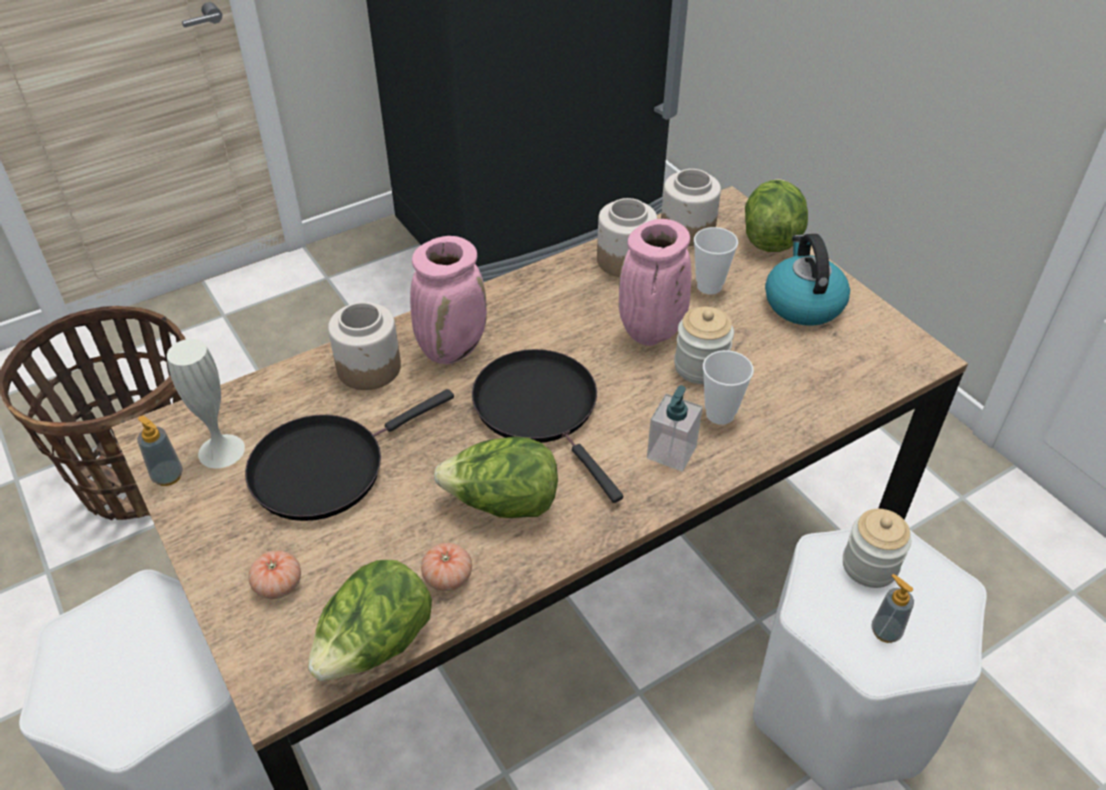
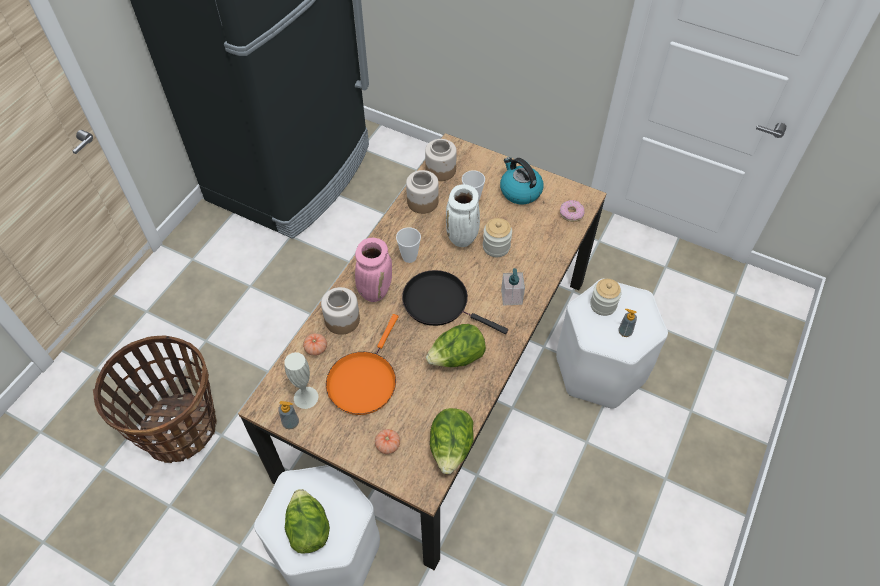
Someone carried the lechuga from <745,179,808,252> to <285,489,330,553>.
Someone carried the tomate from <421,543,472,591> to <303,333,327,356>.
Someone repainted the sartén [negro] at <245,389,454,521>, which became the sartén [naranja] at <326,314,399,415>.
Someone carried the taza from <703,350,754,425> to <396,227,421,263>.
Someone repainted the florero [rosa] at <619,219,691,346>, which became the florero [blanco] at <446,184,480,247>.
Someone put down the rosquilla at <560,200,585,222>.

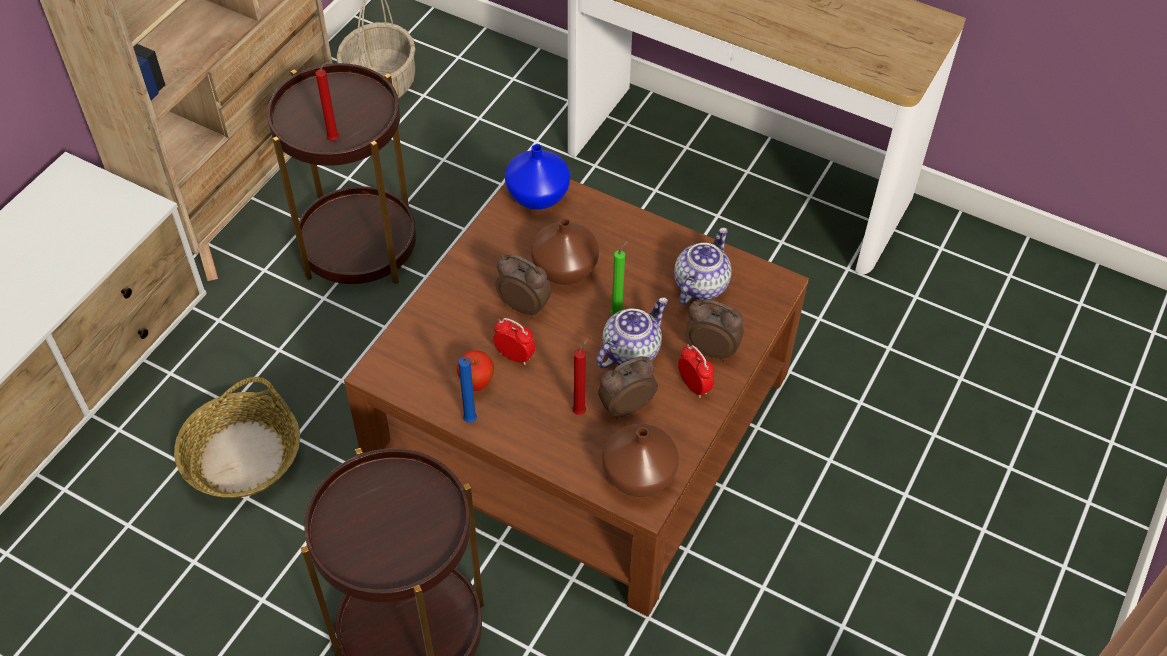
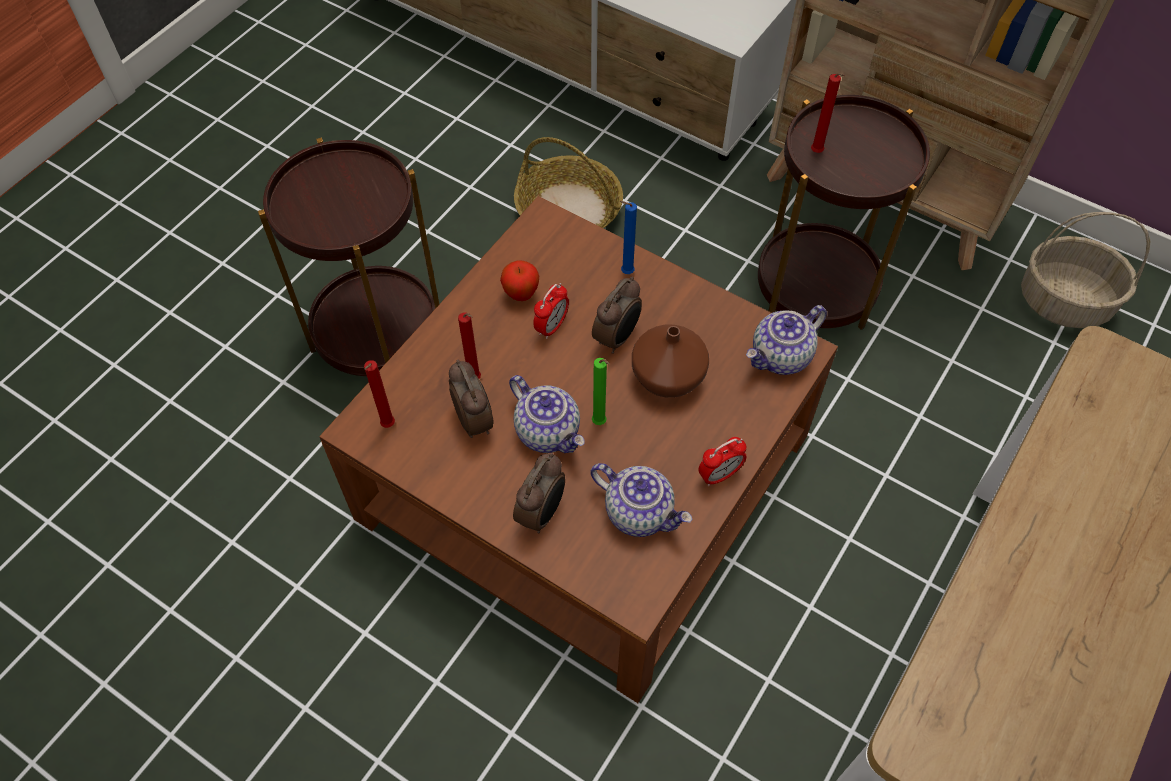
Someone swapped the florero [marrón] at <602,424,679,497> for the vela [rojo] at <364,360,395,428>.
Someone carried the vela [azul] from <458,357,477,423> to <620,201,637,274>.
Someone carried the despertador from <678,344,714,398> to <698,437,747,486>.
Someone swapped the florero [azul] at <505,144,570,210> for the tetera at <746,305,827,375>.

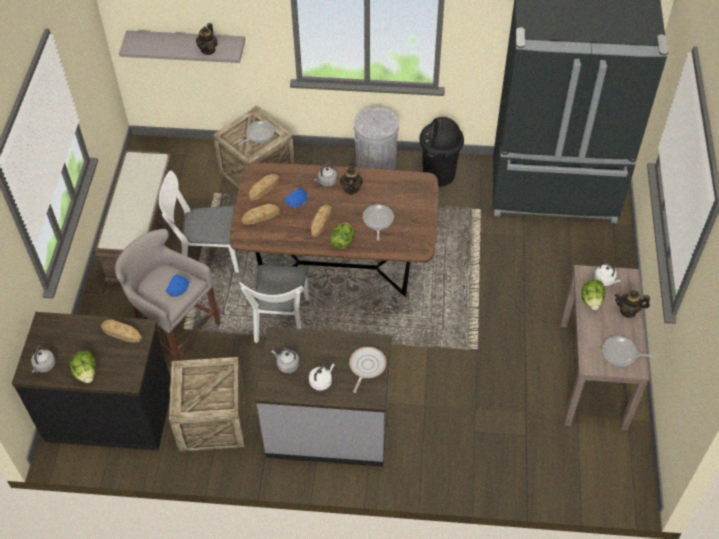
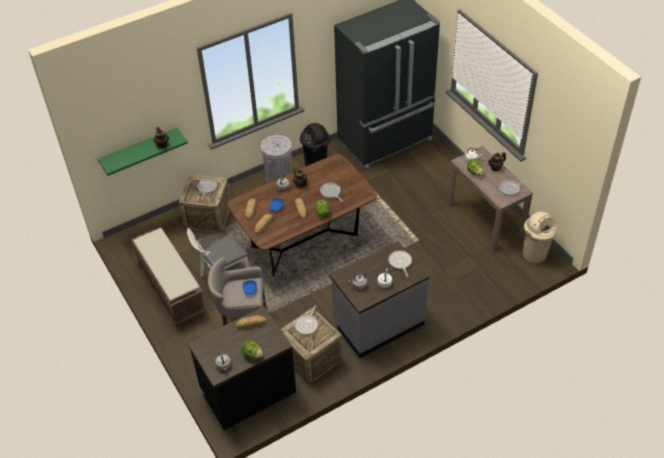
Someone repainted the estante [gris] at <119,30,245,63>, which became the estante [verde] at <98,128,188,176>.
Someone put down the sartén at <295,306,318,335>.
Someone put down the papelera [beis] at <522,212,557,263>.
Someone took away the silla [blanco] at <239,265,309,343>.

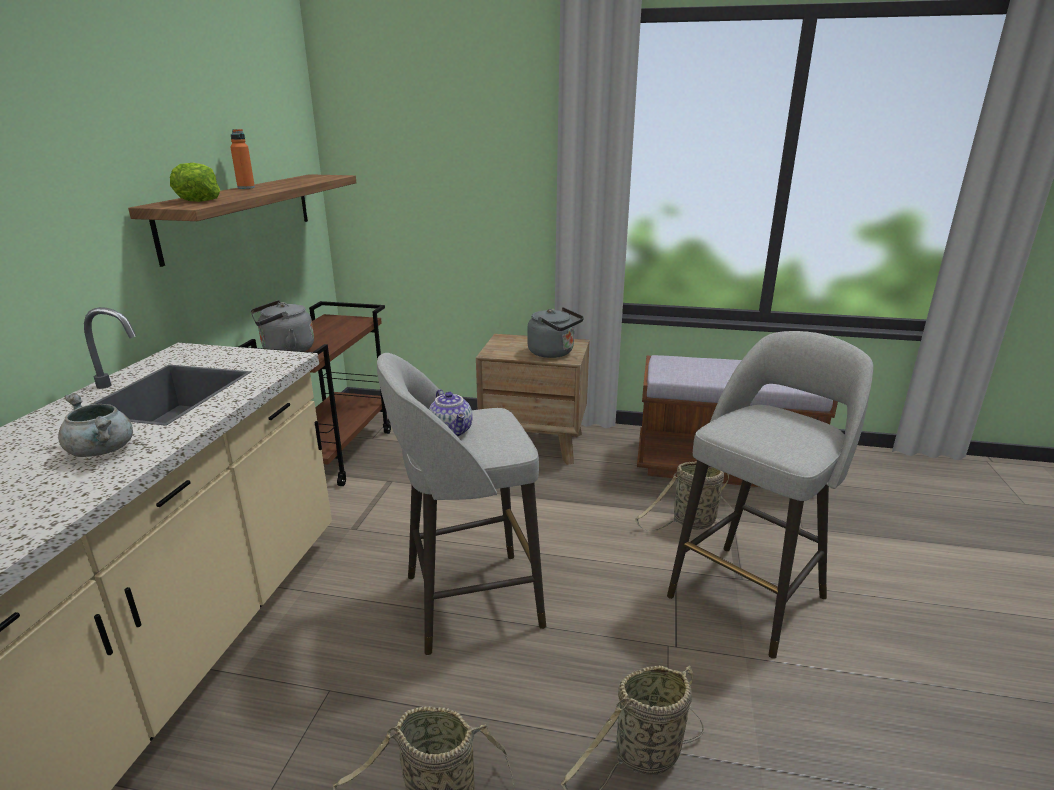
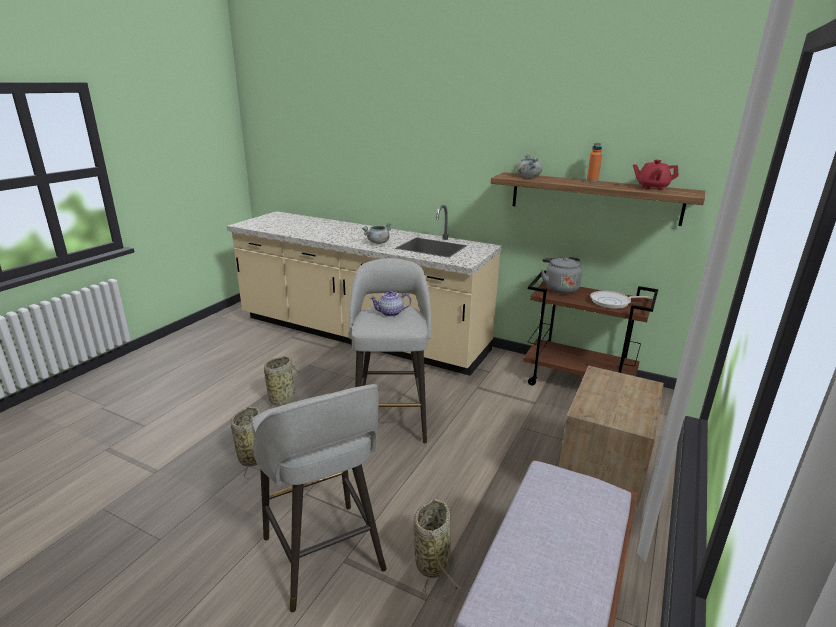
Someone swapped the lechuga at <170,163,220,202> for the olla [gris] at <517,154,542,178>.
Someone put down the sartén at <590,291,650,309>.
Someone put down the tetera [rojo] at <633,160,679,190>.
Someone took away the hervidor [gris] at <527,307,584,358>.

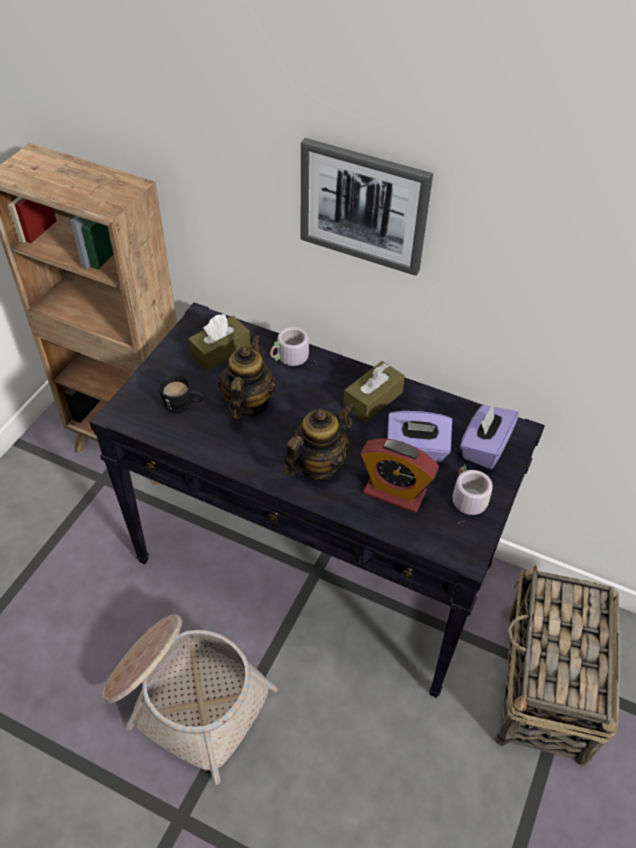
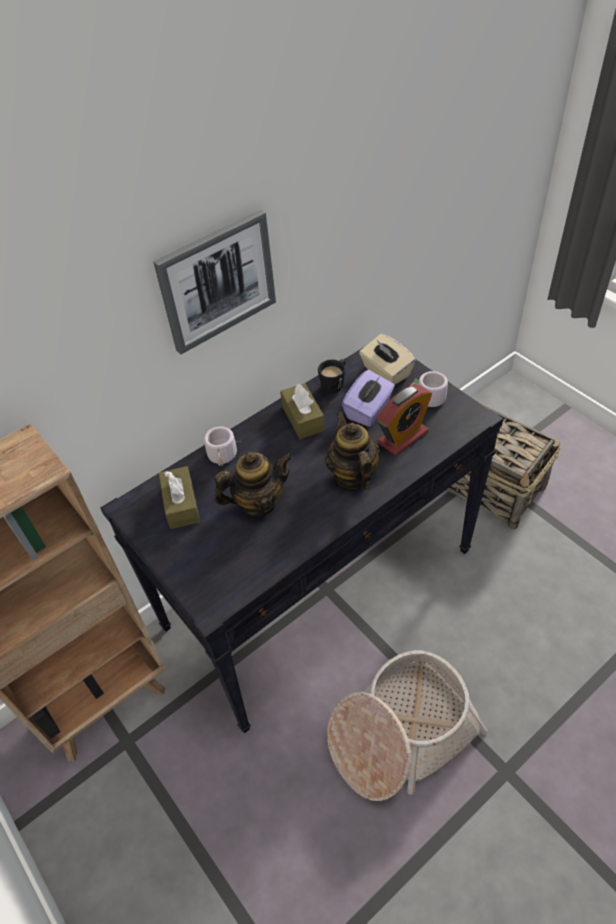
Someone rotated the tetera at <218,335,277,419> by 120 degrees clockwise.
Someone carried the taza grande [negro] from <158,374,204,414> to <318,359,345,394>.
Someone repainted the caja de pañuelos [morado] at <460,405,519,469>, which became the caja de pañuelos [beis] at <359,334,416,385>.

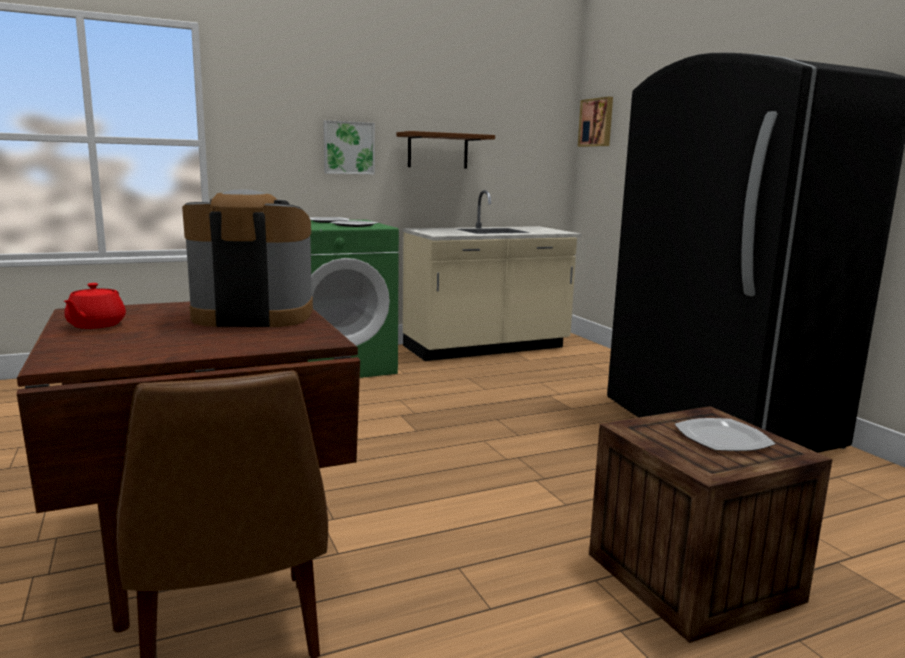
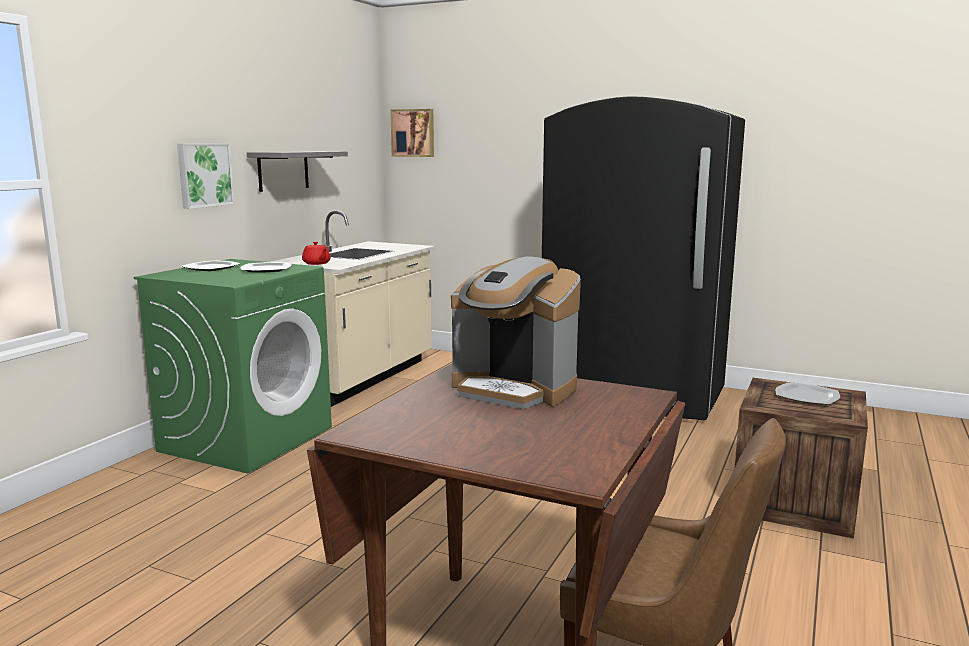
Someone repainted the estante [marrón] at <396,131,495,169>, which became the estante [gris] at <247,151,348,192>.
Someone carried the tetera [rojo] from <64,283,126,329> to <302,242,331,265>.
Someone rotated the cafetera at <182,189,313,327> by 105 degrees counterclockwise.

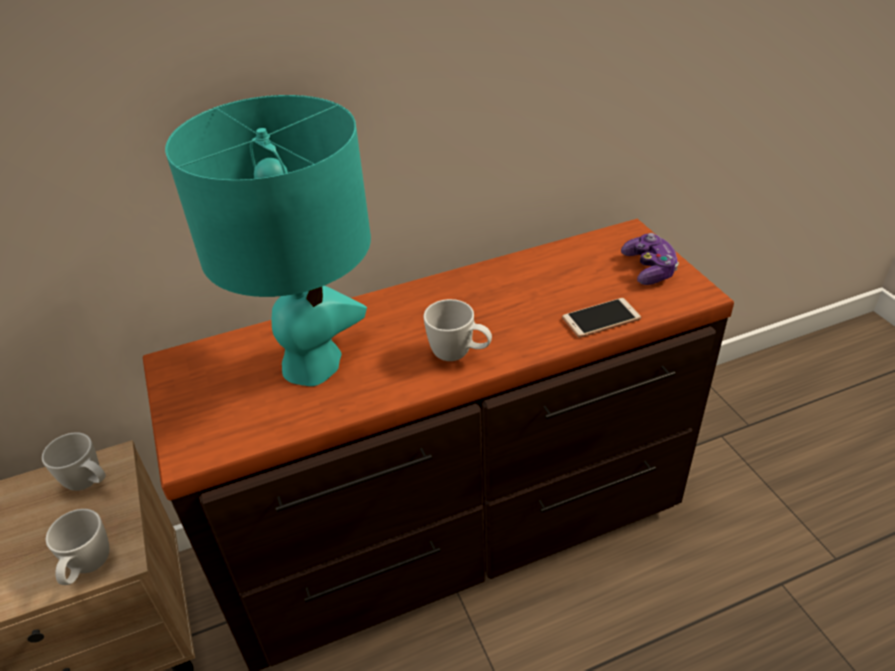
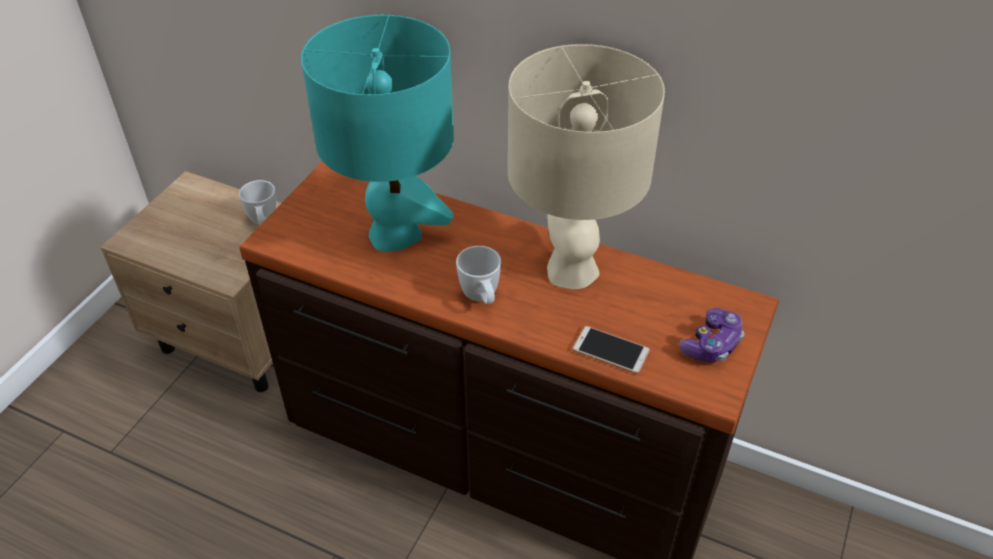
Someone put down the lámpara de mesa [beis] at <508,44,665,289>.
Someone took away the taza grande [blanco] at <46,509,109,585>.

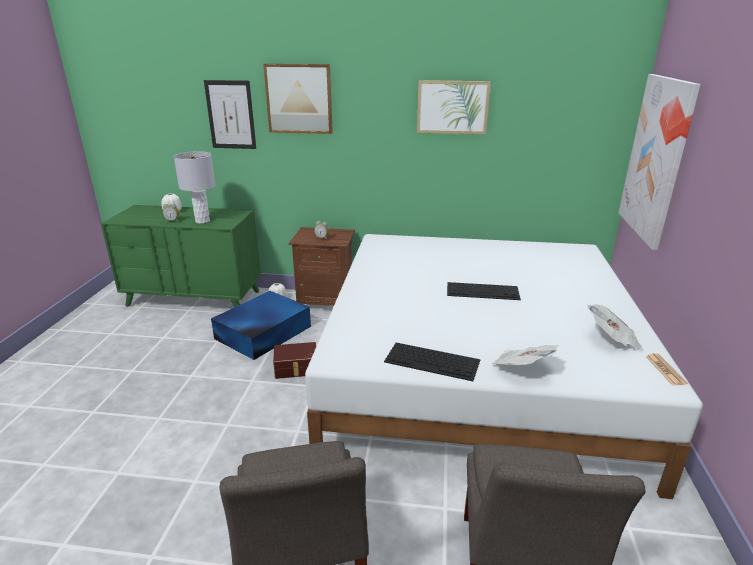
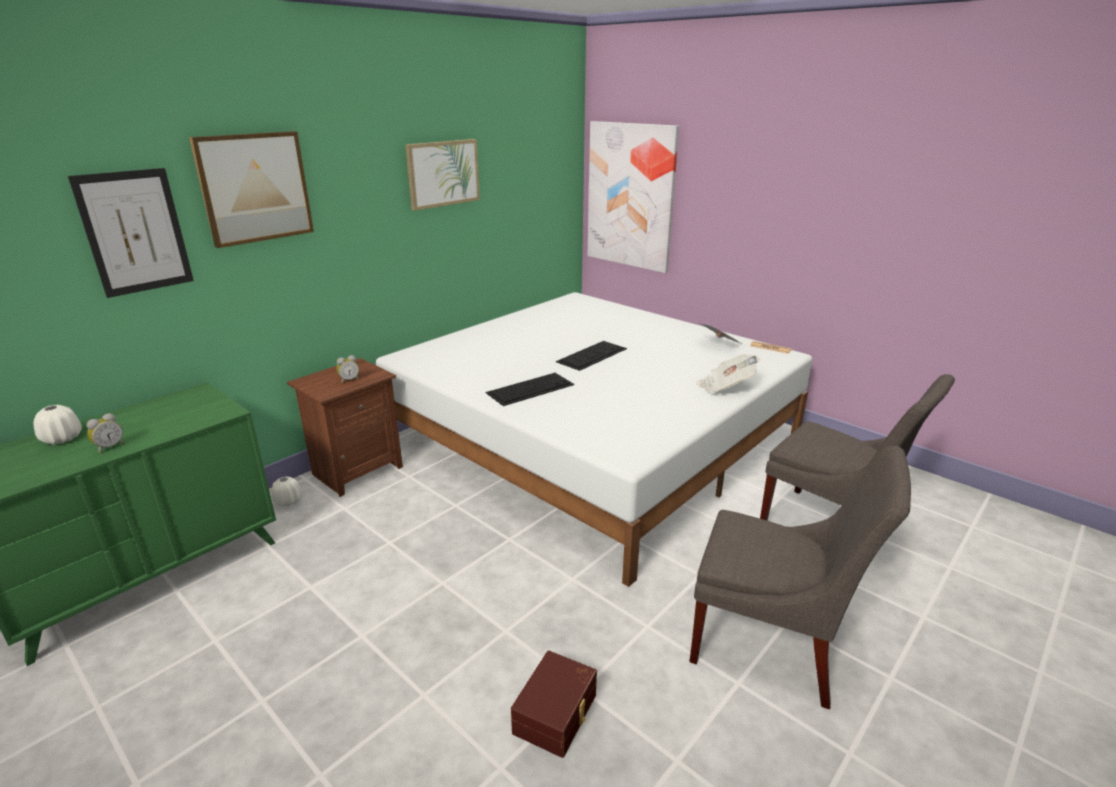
Someone carried the teclado from <384,343,480,381> to <486,373,574,406>.
Someone carried the caja de almacenaje [marrón] from <273,342,316,379> to <511,651,597,758>.
Someone took away the lámpara de mesa [gris] at <174,151,215,224>.
Someone took away the caja de almacenaje [azul] at <211,291,311,360>.

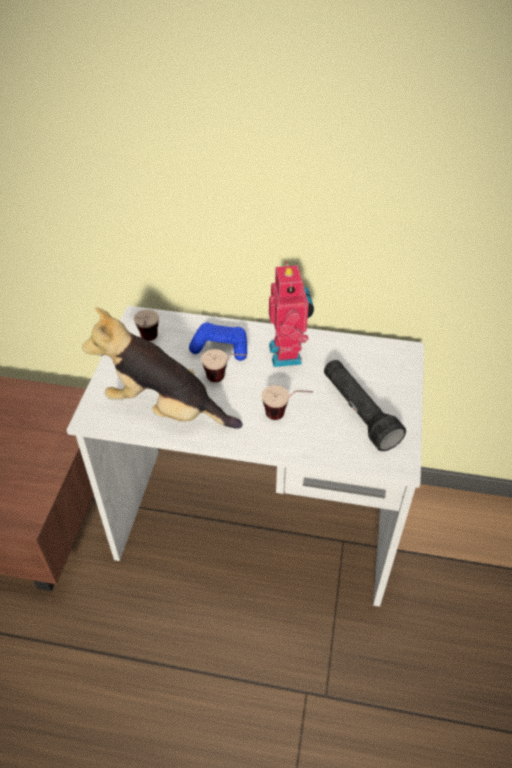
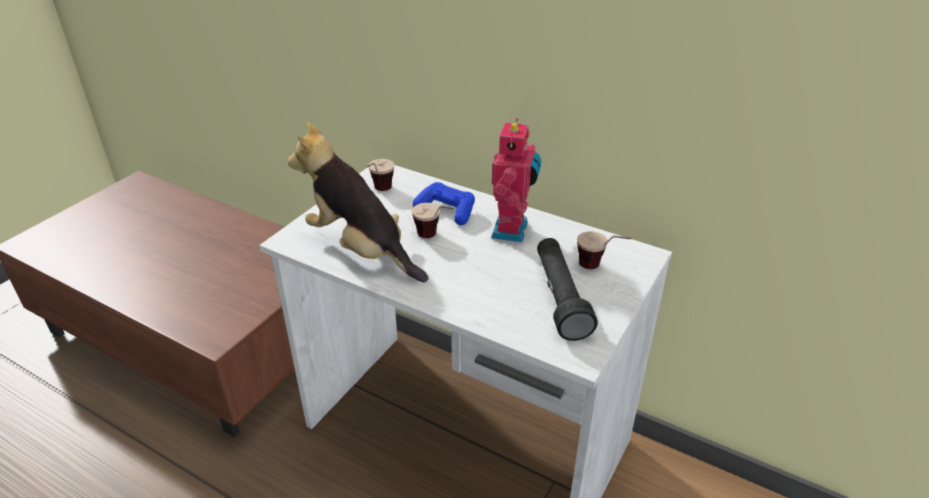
Someone carried the taza from <262,385,313,420> to <577,231,631,269>.

